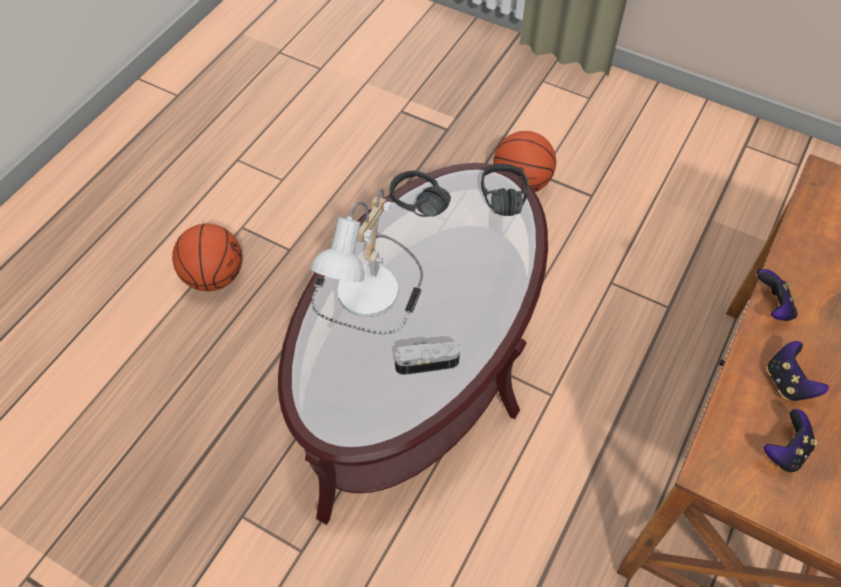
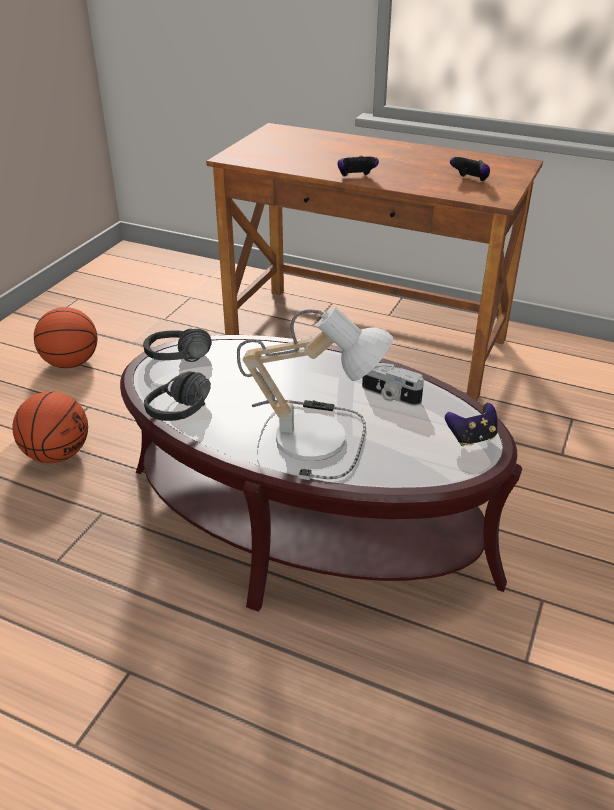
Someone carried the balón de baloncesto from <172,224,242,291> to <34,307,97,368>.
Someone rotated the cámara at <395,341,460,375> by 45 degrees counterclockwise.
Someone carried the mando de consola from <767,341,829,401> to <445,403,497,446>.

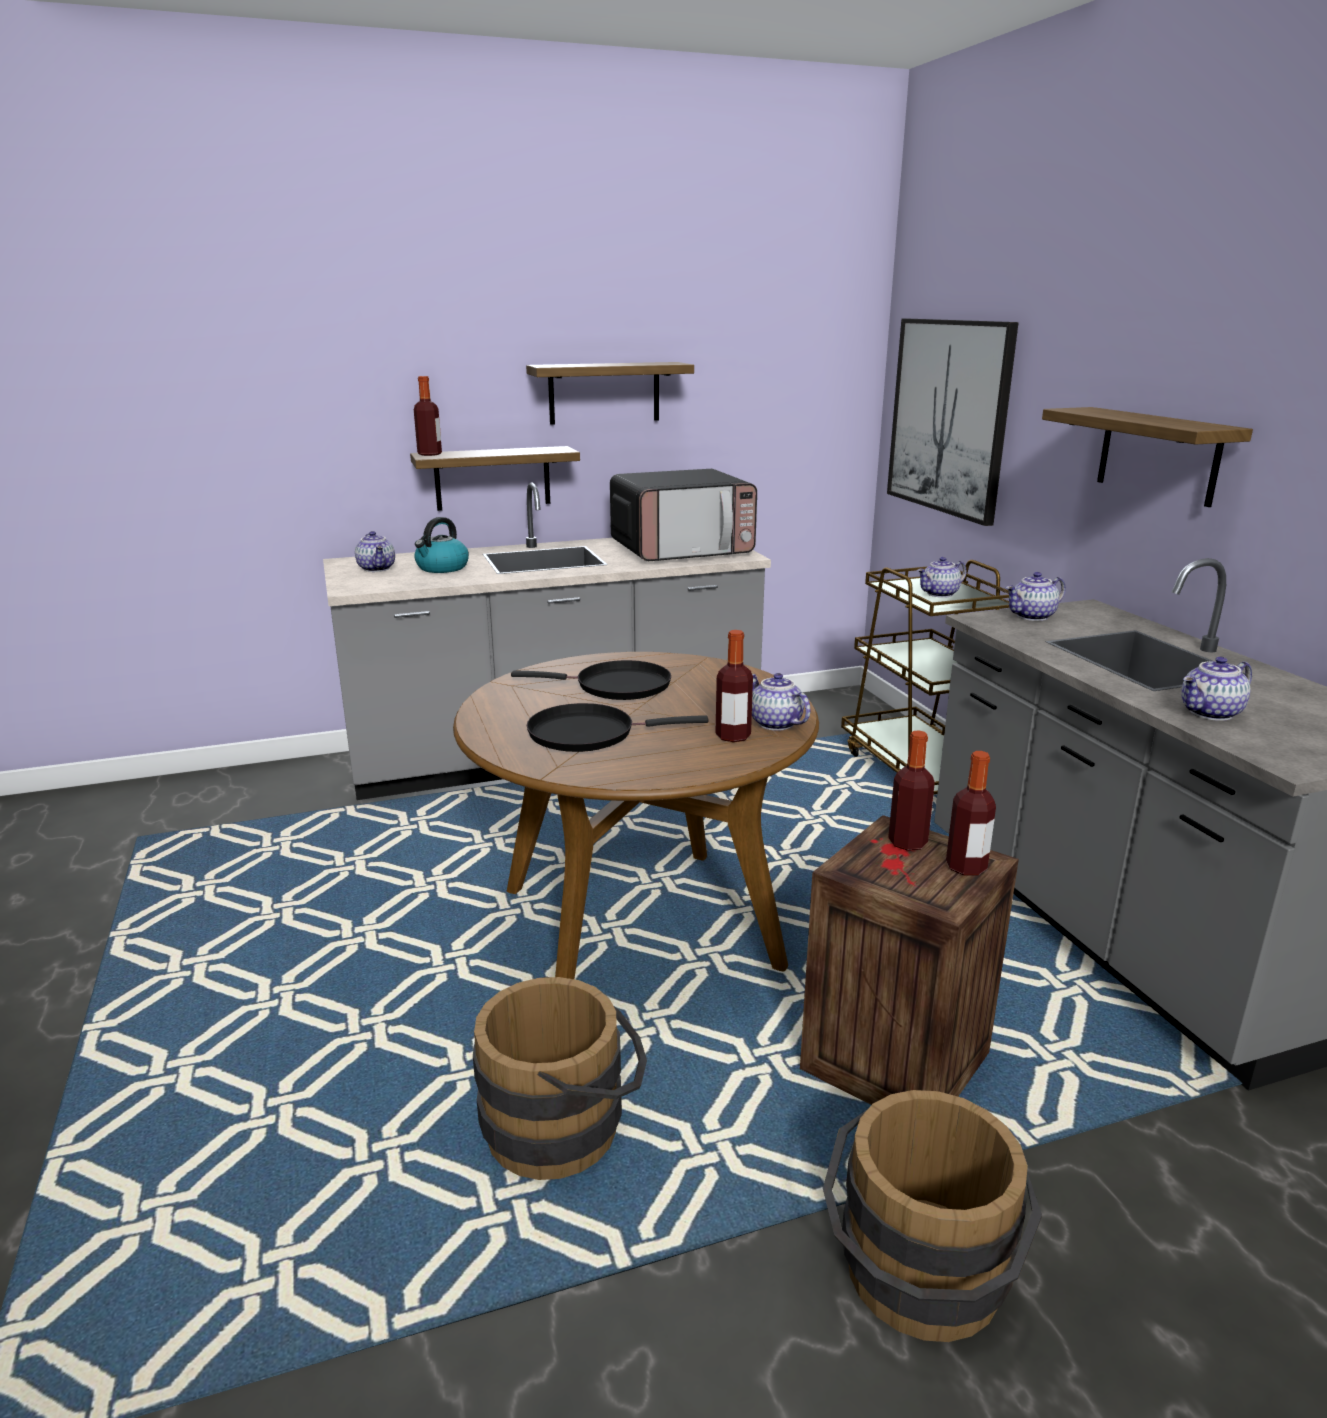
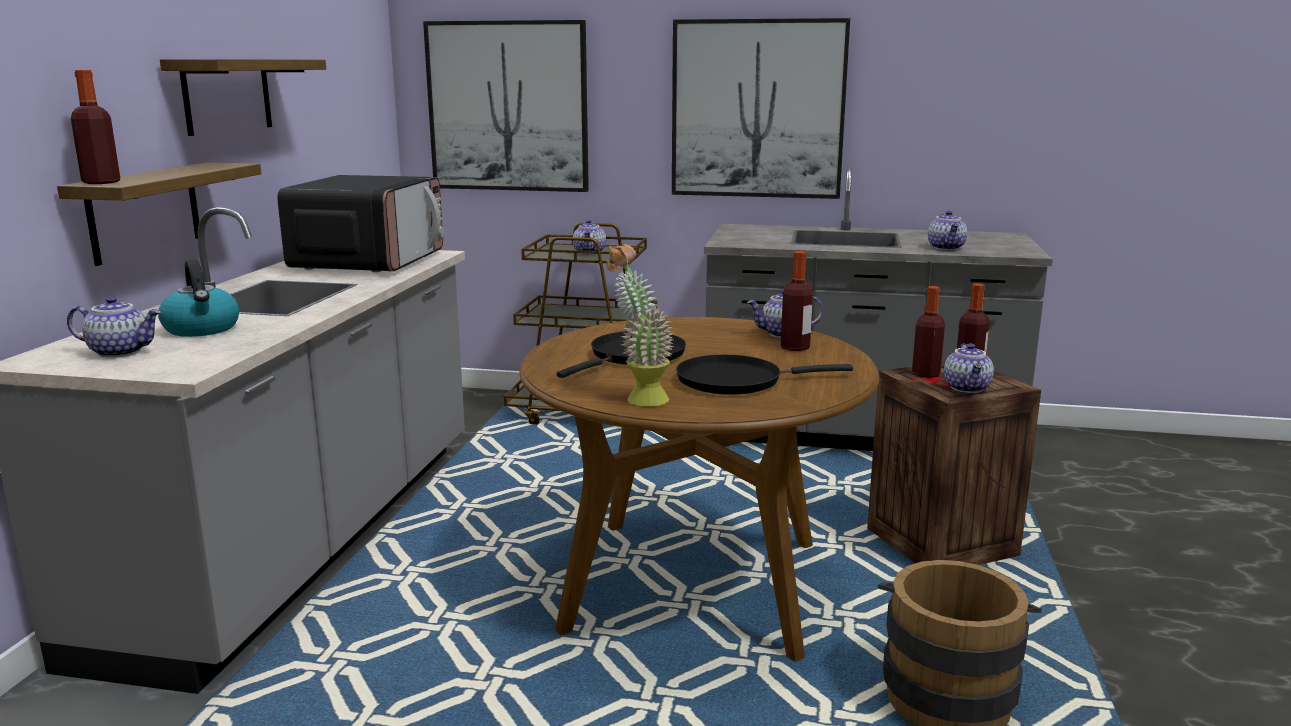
Someone put down the planta en maceta at <606,244,673,407>.
Someone swapped the estante at <1042,407,1253,507> for the cuadro at <672,18,850,199>.
Someone rotated the sartén [negro] at <527,703,709,752> by 60 degrees clockwise.
Someone carried the tetera from <1006,572,1066,621> to <944,343,994,393>.
Someone took away the cubo [marrón] at <823,1090,1042,1342>.

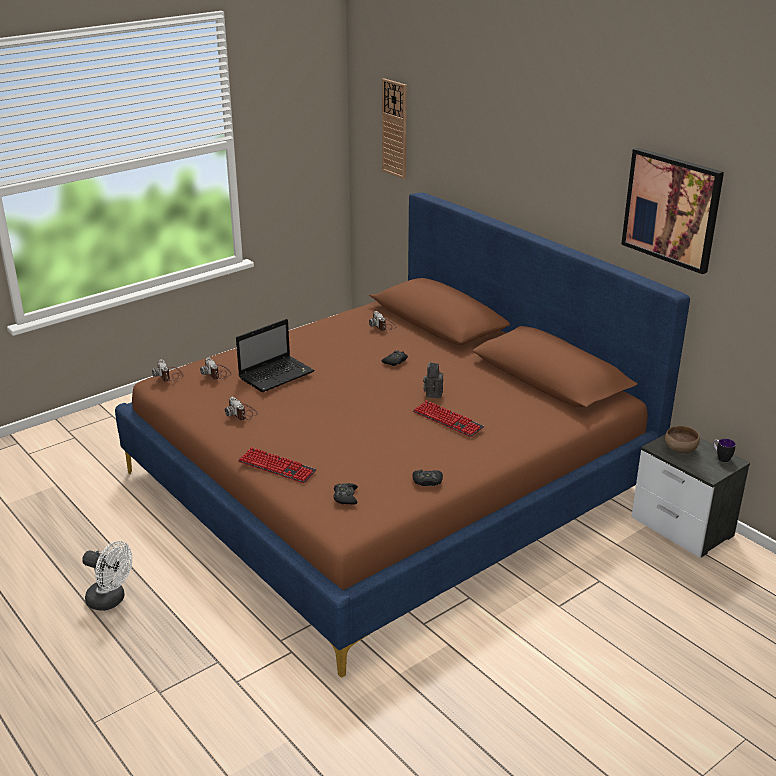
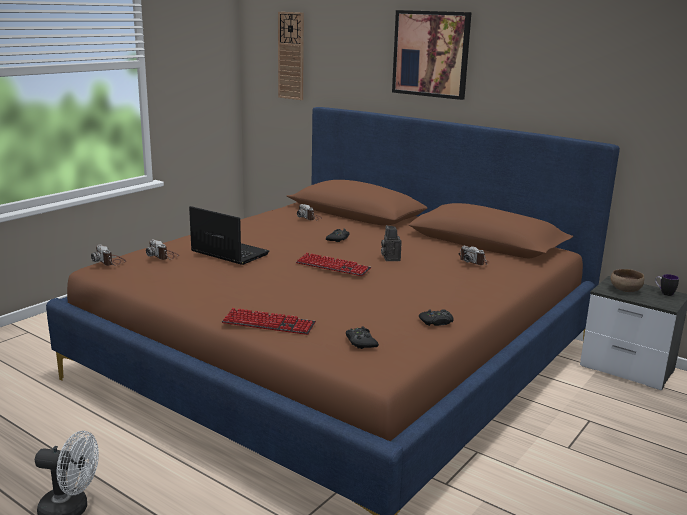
Someone rotated the portátil at <236,319,315,392> by 90 degrees counterclockwise.
Someone carried the teclado from <413,400,484,437> to <296,253,372,276>.
Someone carried the cuadro from <621,148,724,274> to <392,10,472,100>.
Someone carried the cámara from <225,397,258,420> to <458,246,489,265>.

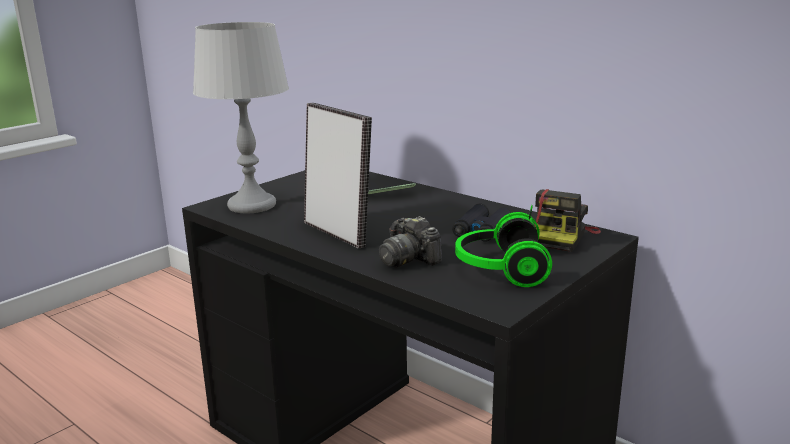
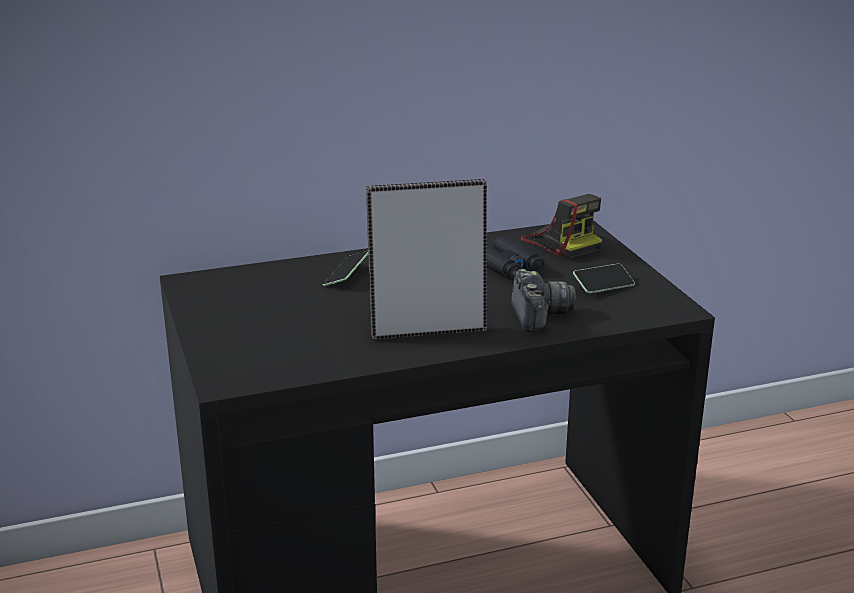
Someone rotated the cámara at <379,216,442,268> by 90 degrees counterclockwise.
Someone swapped the auriculares at <455,205,552,287> for the móvil at <573,264,635,293>.
Someone took away the lámpara de mesa [gris] at <193,22,289,213>.

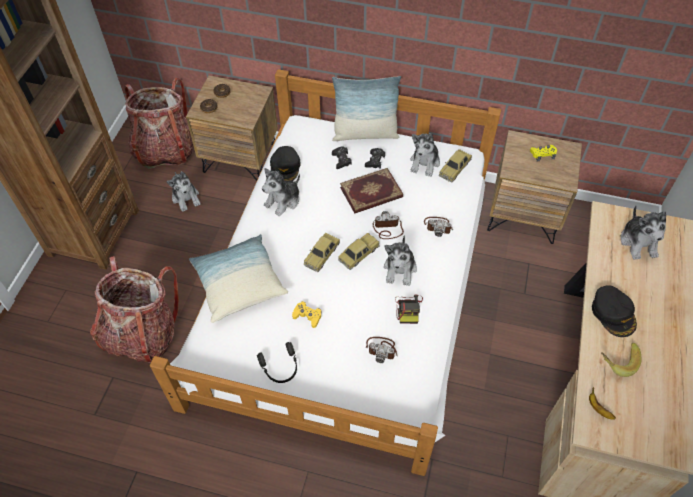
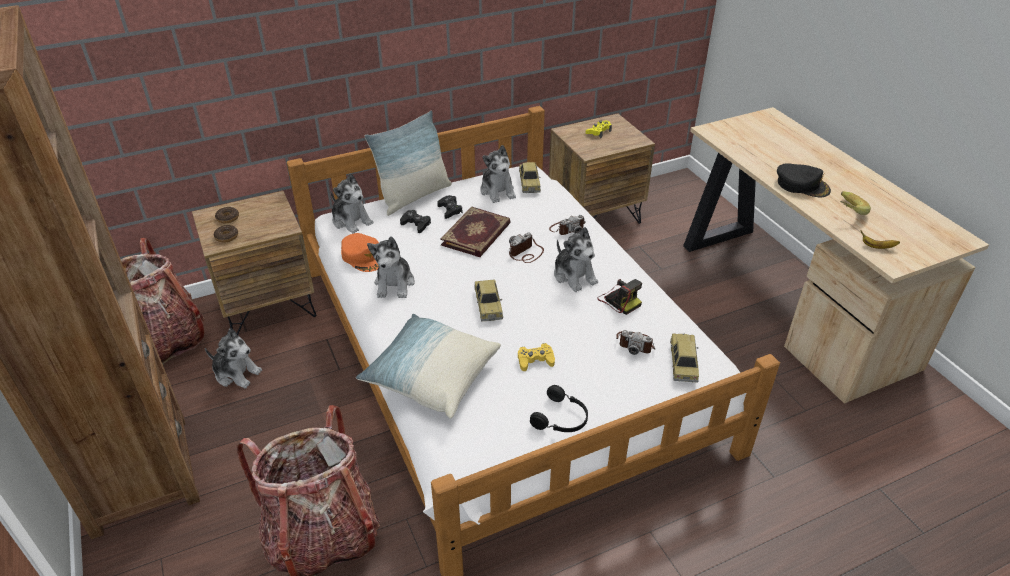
Someone carried the peluche from <620,206,666,260> to <330,173,373,233>.
Someone repainted the gorra [negro] at <270,146,301,181>, which became the gorra [naranja] at <341,233,379,272>.
Someone rotated the cámara at <366,337,397,363> by 45 degrees clockwise.
Someone carried the coche de juguete from <338,233,379,270> to <670,333,699,383>.

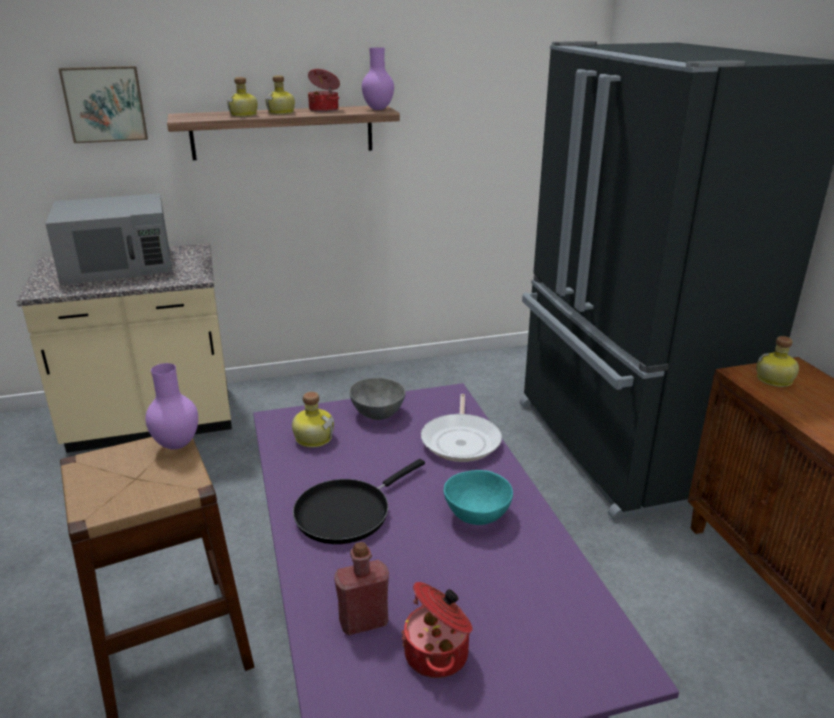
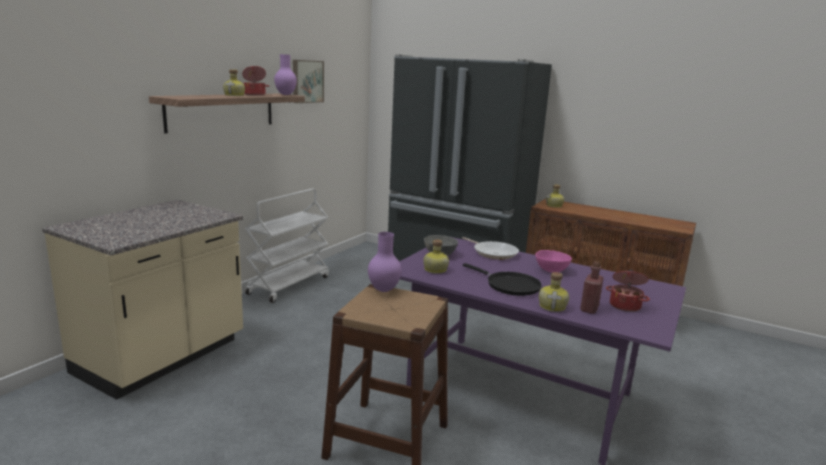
Someone put down the carrito [blanco] at <245,188,329,303>.
Someone carried the cuadro from <59,66,148,143> to <293,60,324,103>.
Someone rotated the sartén [negro] at <293,459,425,544> by 45 degrees counterclockwise.
Someone repainted the cuenco [turquesa] at <444,470,513,525>, which became the cuenco [rosa] at <535,250,572,273>.
Someone carried the botella from <227,77,258,117> to <539,272,569,312>.
Someone took away the microondas [gris] at <45,193,172,285>.

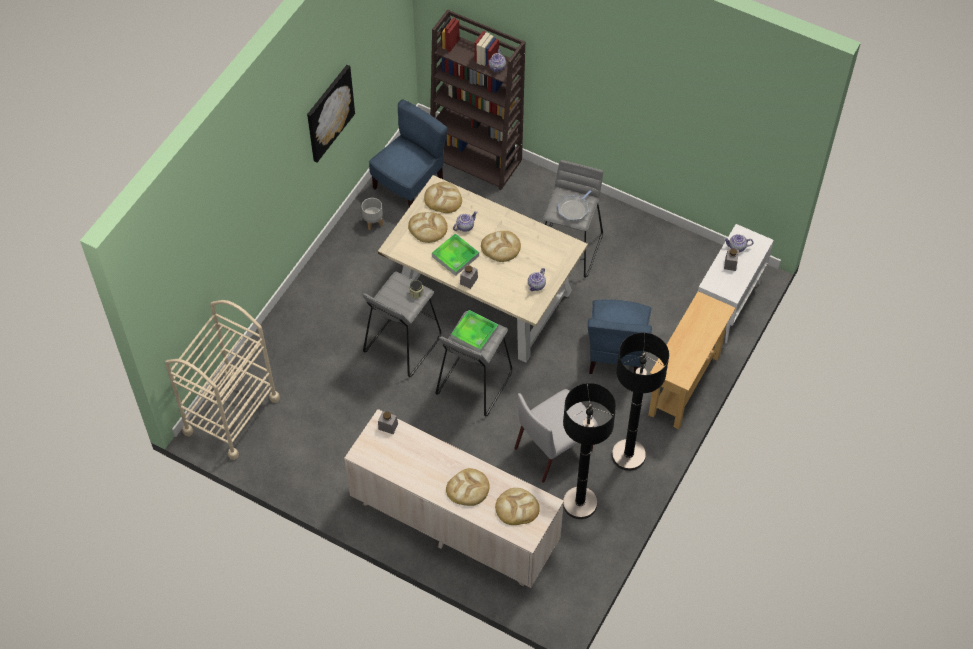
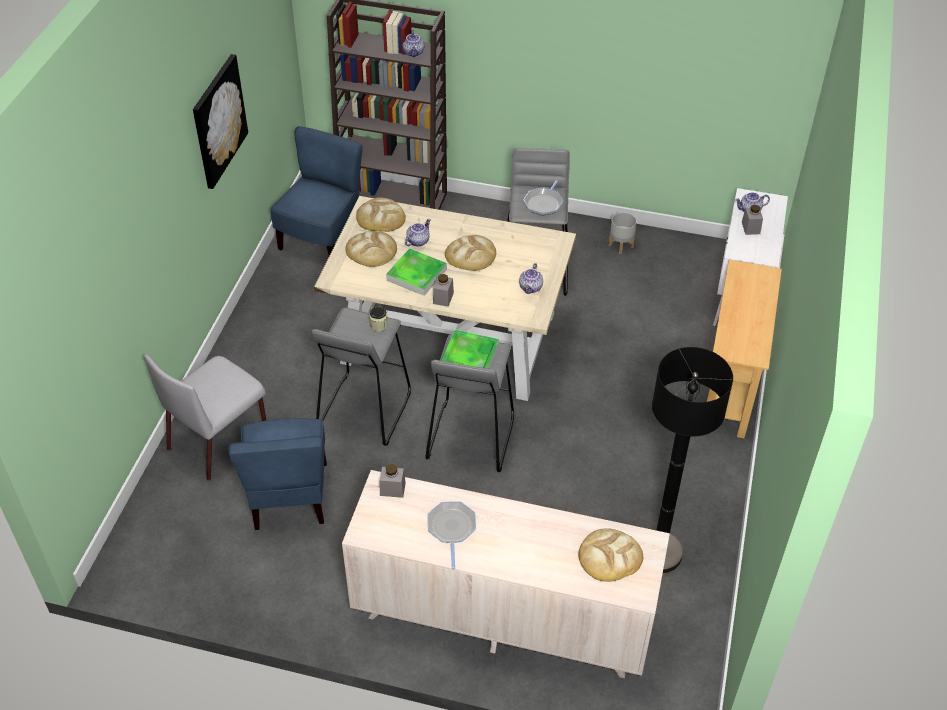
Someone carried the silla [gris] from <514,389,598,483> to <144,354,266,481>.
Someone carried the silla [azul] from <588,299,652,374> to <228,418,327,530>.
Someone put down the sartén at <427,501,476,570>.
Someone carried the maceta [gris] from <362,198,383,230> to <609,212,637,254>.
Someone took away the carrito [beis] at <165,300,280,460>.
Someone took away the pan at <446,468,490,506>.
Someone took away the lámpara de pie [negro] at <612,333,669,471>.

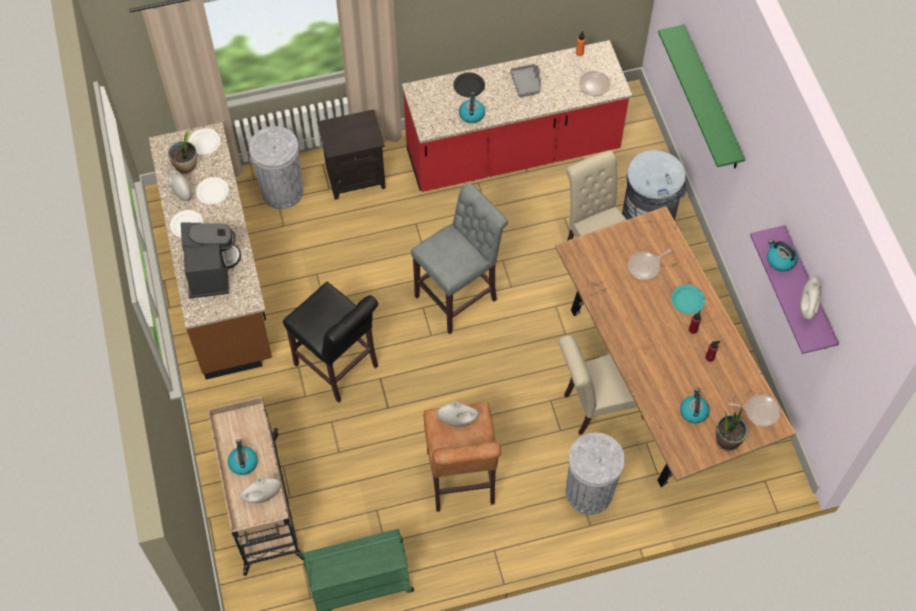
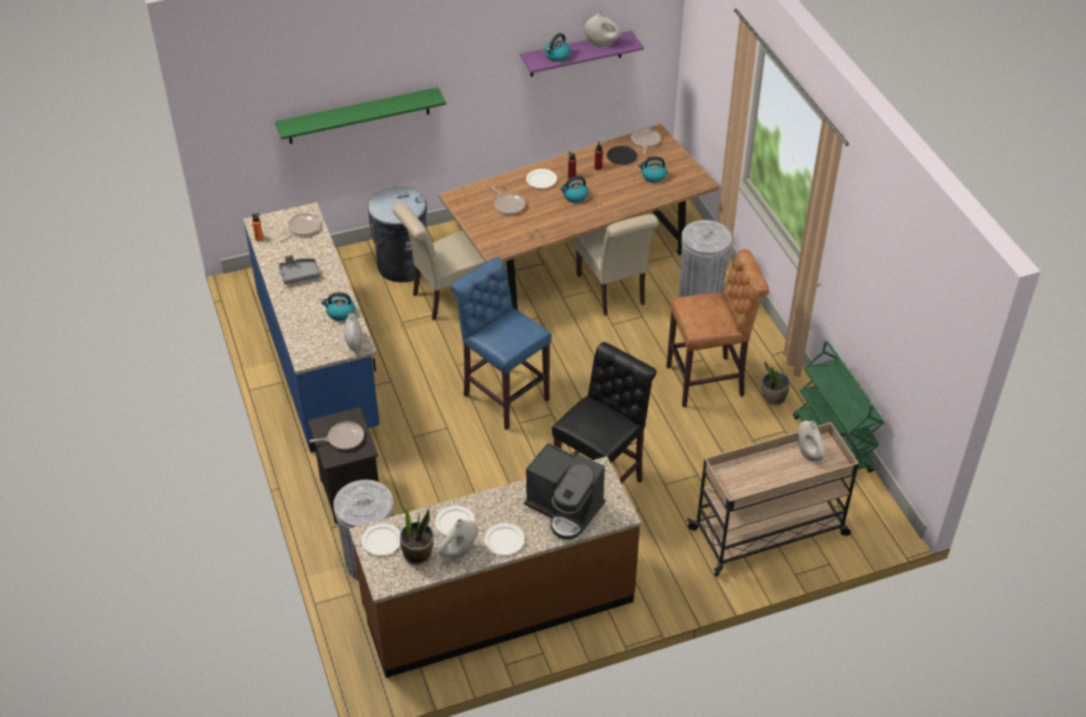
Someone repainted the mueble bajo de cocina [rojo] at <402,40,632,192>, which became the mueble bajo de cocina [azul] at <243,202,380,453>.
Someone put down the sartén at <310,422,364,450>.
Someone carried the florero [blanco] from <437,402,479,427> to <344,313,362,350>.
Someone repainted the taburete [gris] at <411,183,508,334>, which became the taburete [azul] at <451,257,551,430>.
Someone rotated the cafetera at <181,223,241,299> by 135 degrees counterclockwise.
Someone repainted the plato [turquesa] at <671,285,705,314>, which became the plato [blanco] at <526,169,557,188>.
Someone carried the hervidor from <228,439,258,475> to <560,176,588,203>.
Someone carried the plato [negro] from <453,72,485,97> to <607,146,637,165>.
Someone carried the planta en maceta from <716,406,748,451> to <762,362,790,406>.

